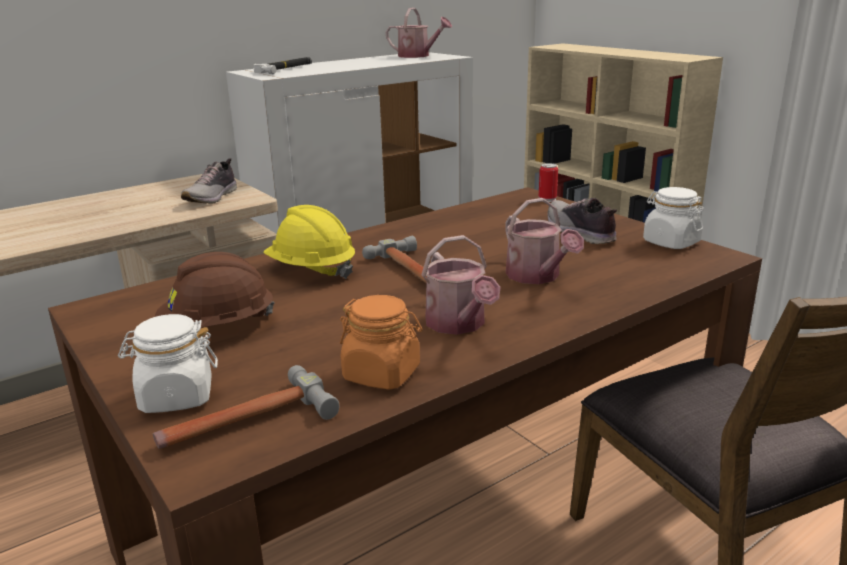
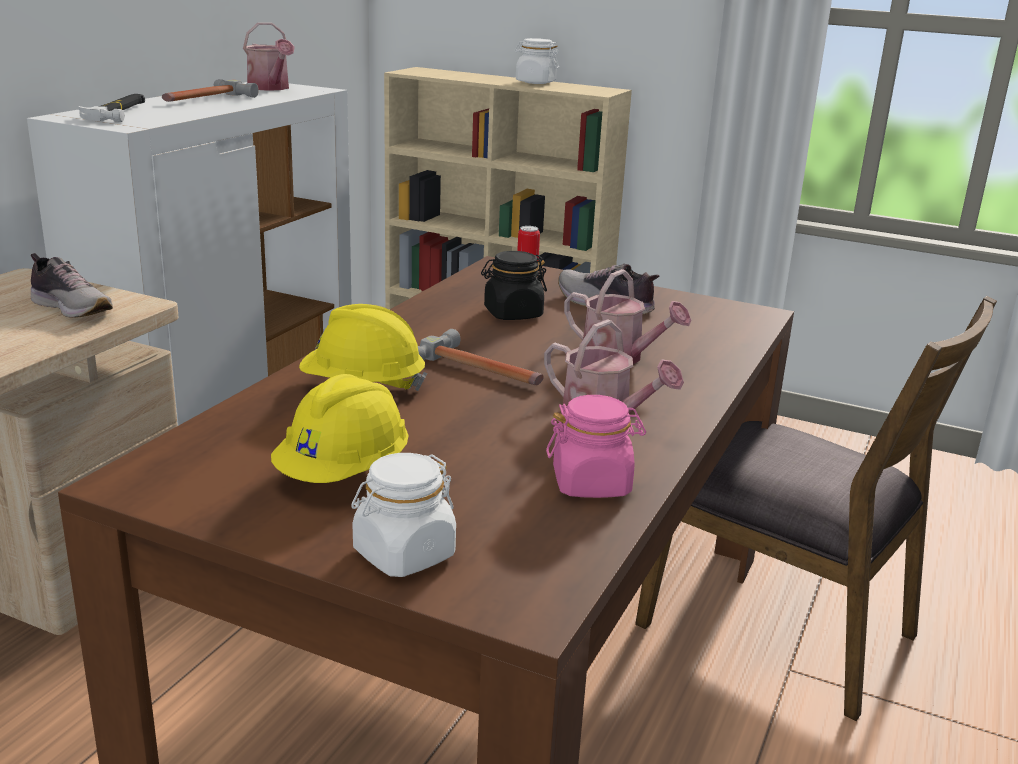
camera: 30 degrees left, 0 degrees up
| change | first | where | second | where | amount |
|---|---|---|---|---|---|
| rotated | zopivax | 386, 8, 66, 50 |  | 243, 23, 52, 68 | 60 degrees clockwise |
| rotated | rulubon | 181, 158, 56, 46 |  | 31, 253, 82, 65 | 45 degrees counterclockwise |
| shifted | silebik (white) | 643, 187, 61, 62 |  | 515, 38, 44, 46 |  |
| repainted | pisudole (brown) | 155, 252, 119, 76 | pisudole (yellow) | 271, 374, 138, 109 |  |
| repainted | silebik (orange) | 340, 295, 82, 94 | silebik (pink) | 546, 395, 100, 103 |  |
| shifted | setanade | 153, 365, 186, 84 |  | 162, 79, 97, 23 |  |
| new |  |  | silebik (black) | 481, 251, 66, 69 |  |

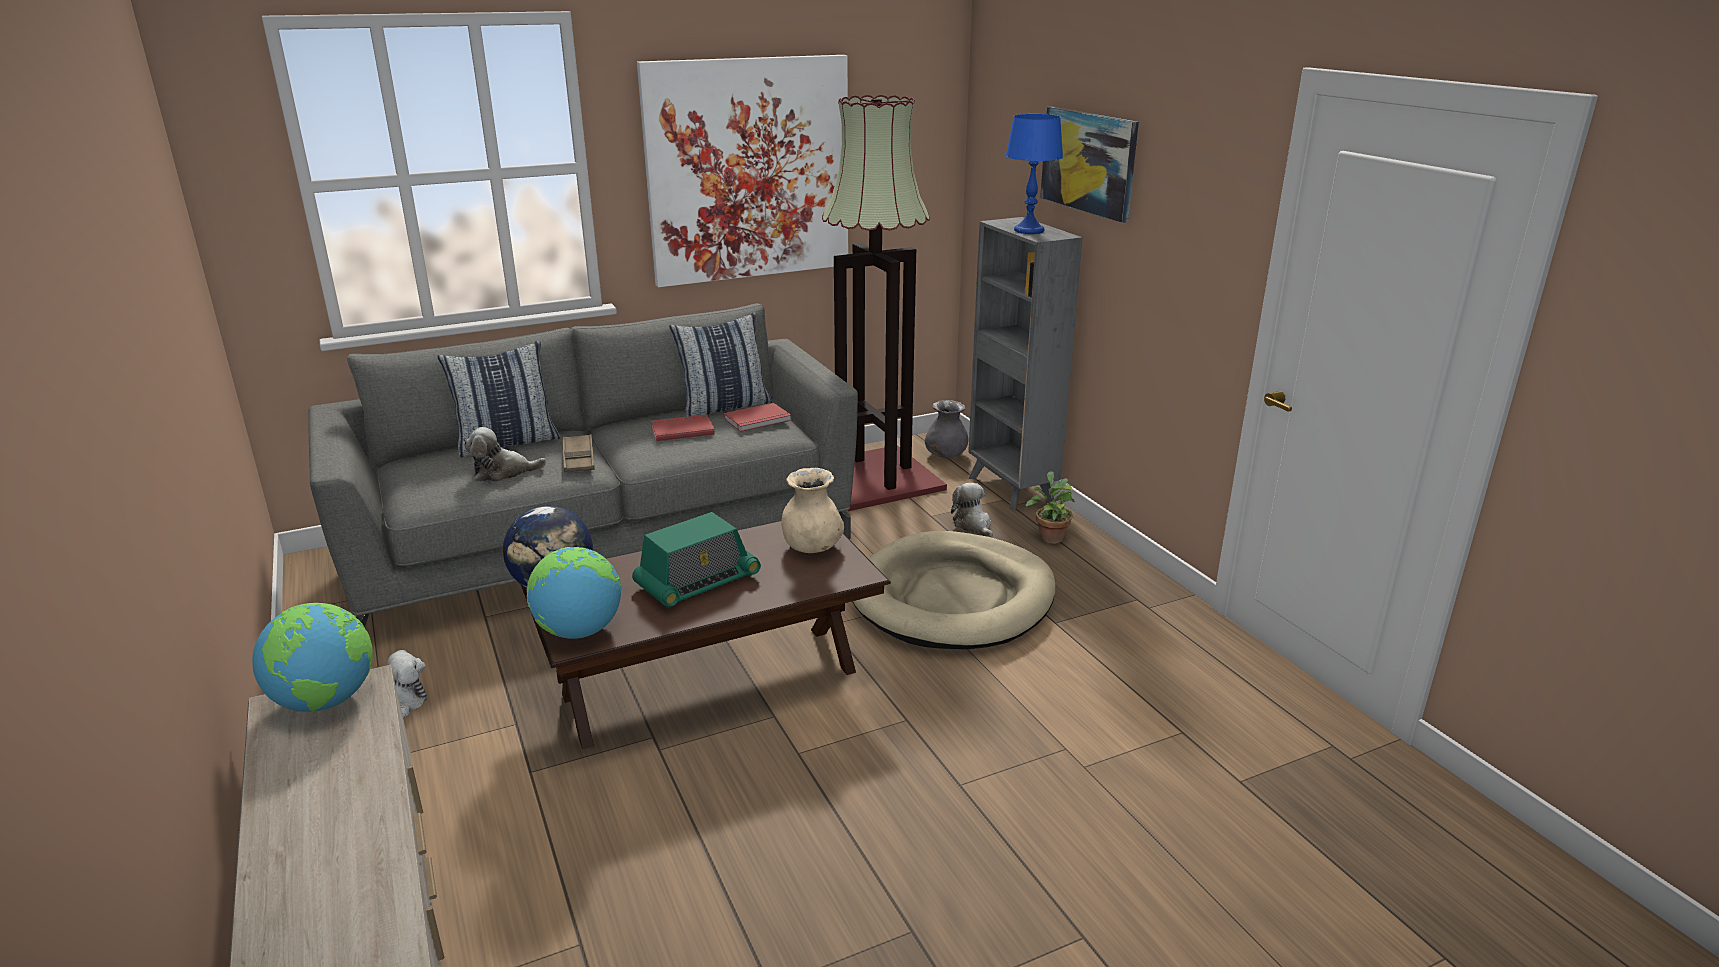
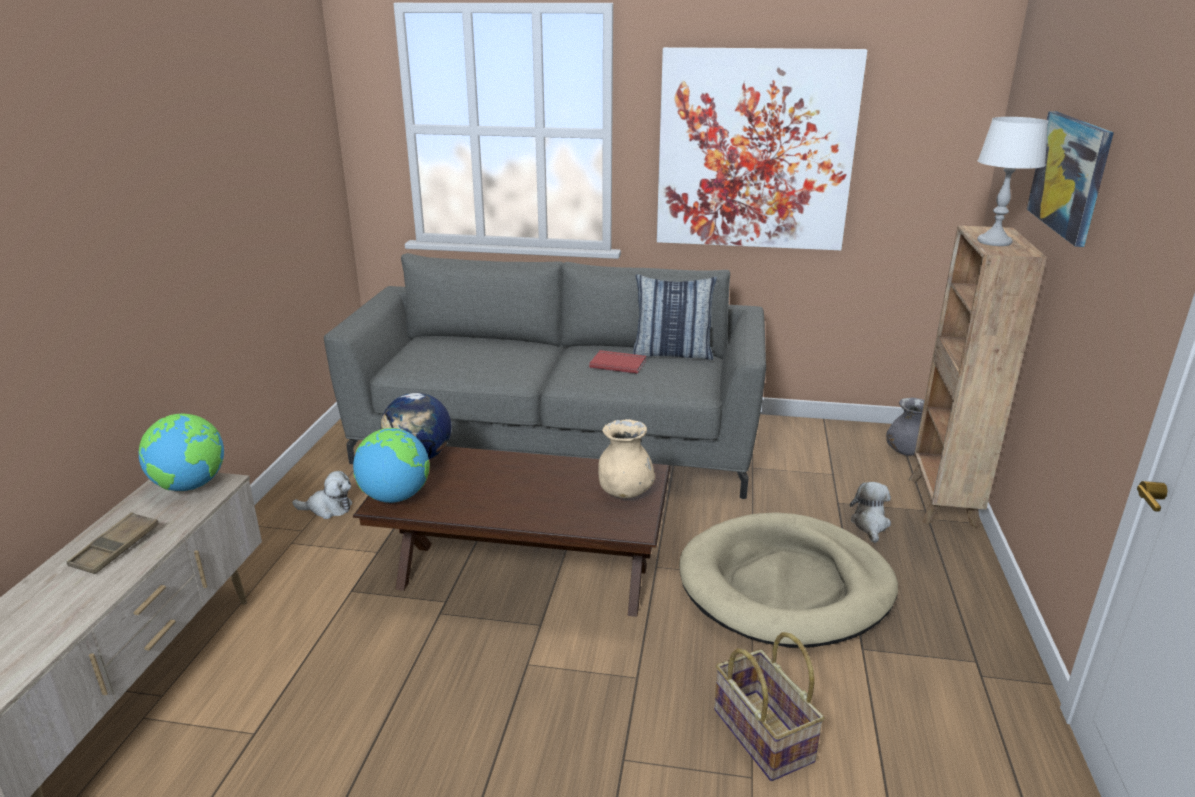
camera: 35 degrees right, 0 degrees up
| change | first | where | second | where | amount |
|---|---|---|---|---|---|
| gone | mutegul | 822, 95, 125, 416 |  |  |  |
| repainted | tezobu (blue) | 1005, 114, 58, 120 | tezobu (white) | 977, 117, 71, 129 |  |
| repainted | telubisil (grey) | 968, 217, 115, 293 | telubisil (brown) | 909, 226, 138, 303 |  |
| gone | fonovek | 437, 341, 123, 117 |  |  |  |
| gone | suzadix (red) | 723, 403, 68, 29 |  |  |  |
| gone | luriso | 464, 427, 82, 55 |  |  |  |
| shifted | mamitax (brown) | 563, 434, 32, 38 |  | 67, 512, 92, 62 |  |
| gone | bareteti | 1026, 471, 49, 73 |  |  |  |
| gone | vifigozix | 632, 512, 129, 96 |  |  |  |
| new |  |  | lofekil | 714, 632, 111, 149 |  |

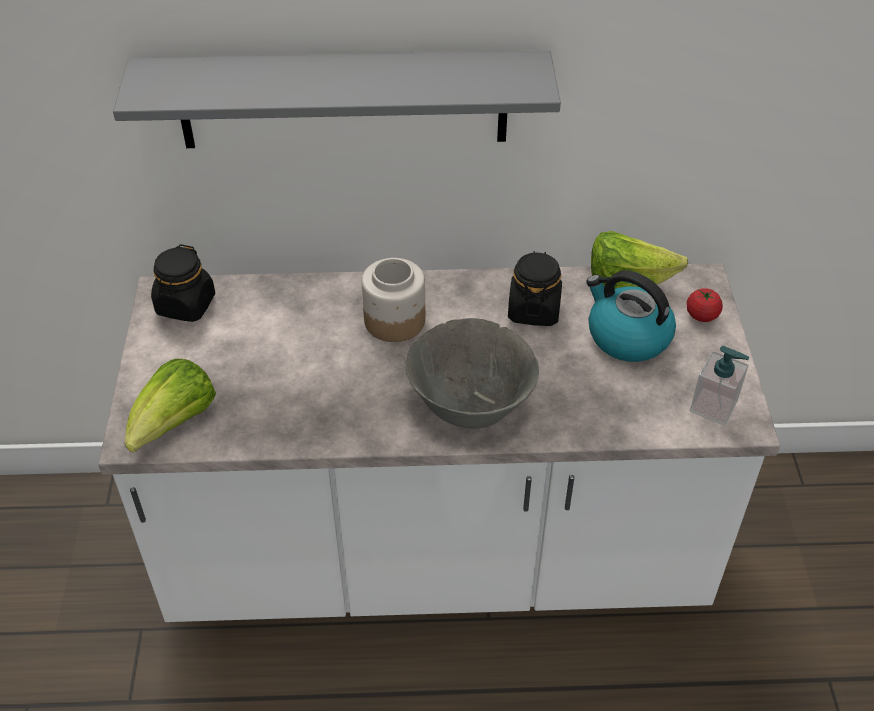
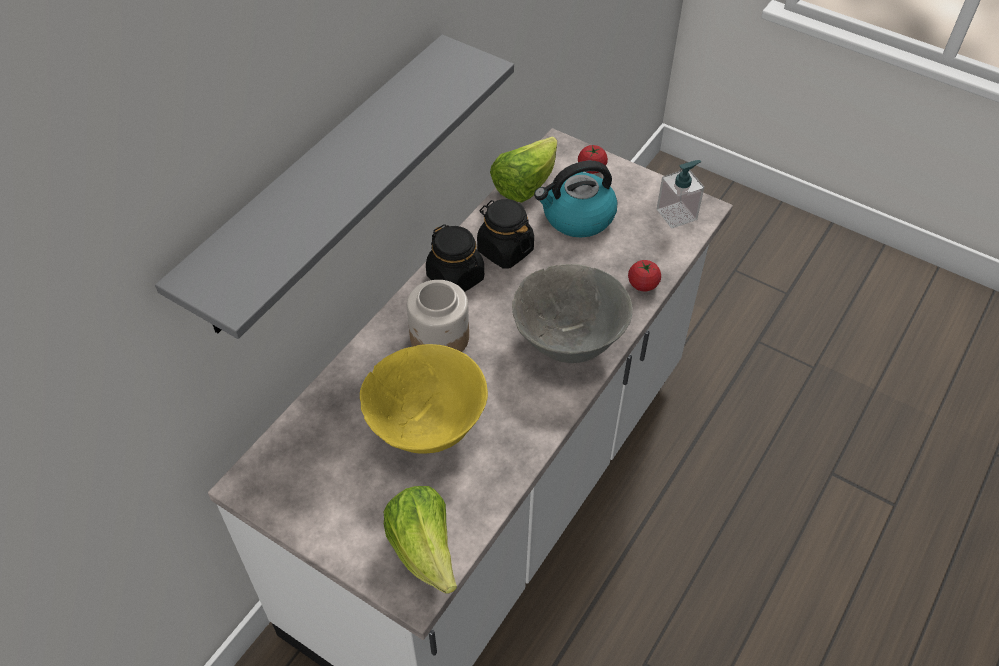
camera: 55 degrees left, 5 degrees up
| change | first | where | second | where | amount |
|---|---|---|---|---|---|
| shifted | silebik (black) | 151, 244, 64, 78 |  | 426, 224, 58, 68 |  |
| new |  |  | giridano | 628, 260, 33, 31 |  |
| new |  |  | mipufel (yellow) | 360, 344, 128, 109 |  |

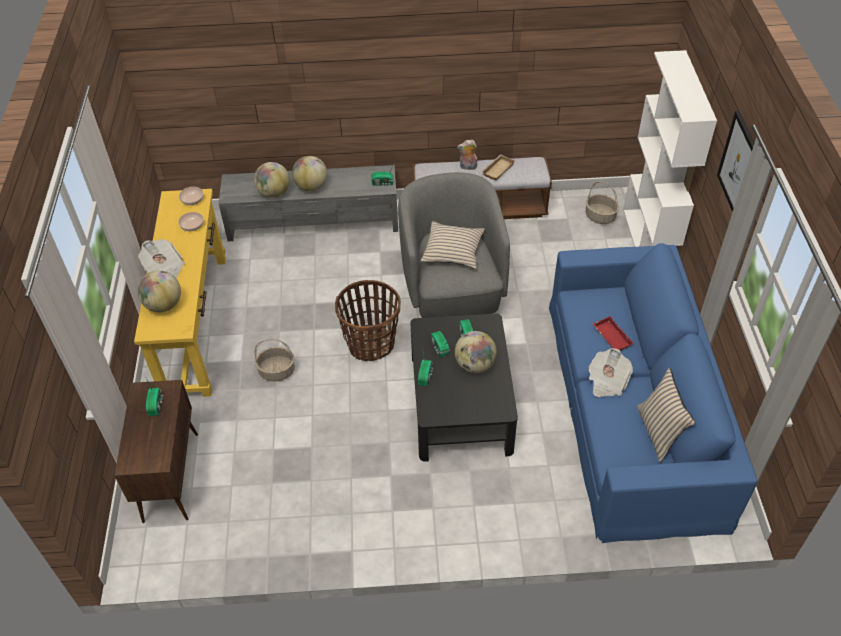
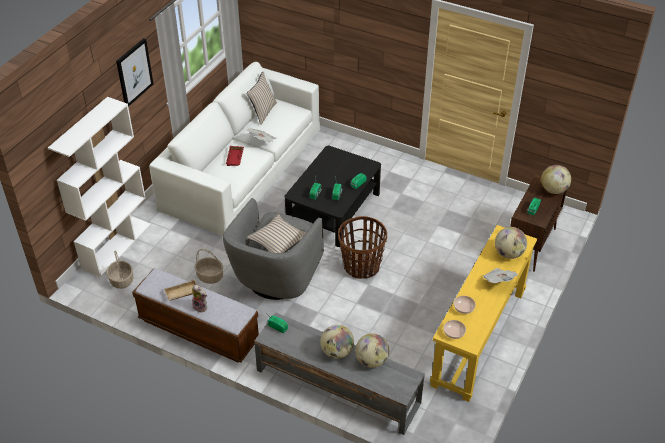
camera: 150 degrees left, 5 degrees down
| change | first | where | second | where | amount |
|---|---|---|---|---|---|
| repainted | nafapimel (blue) | 549, 243, 208, 300 | nafapimel (white) | 149, 62, 171, 174 |  |
| shifted | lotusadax | 455, 331, 42, 42 |  | 541, 165, 30, 29 |  |
| shifted | lofekil | 254, 339, 41, 42 |  | 195, 249, 28, 35 |  |

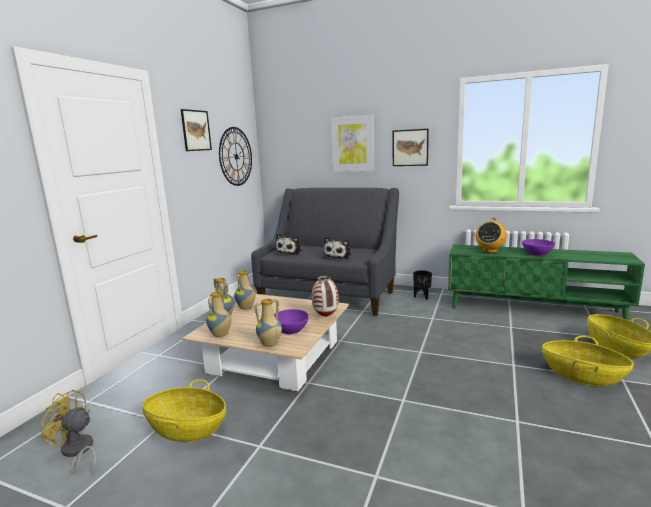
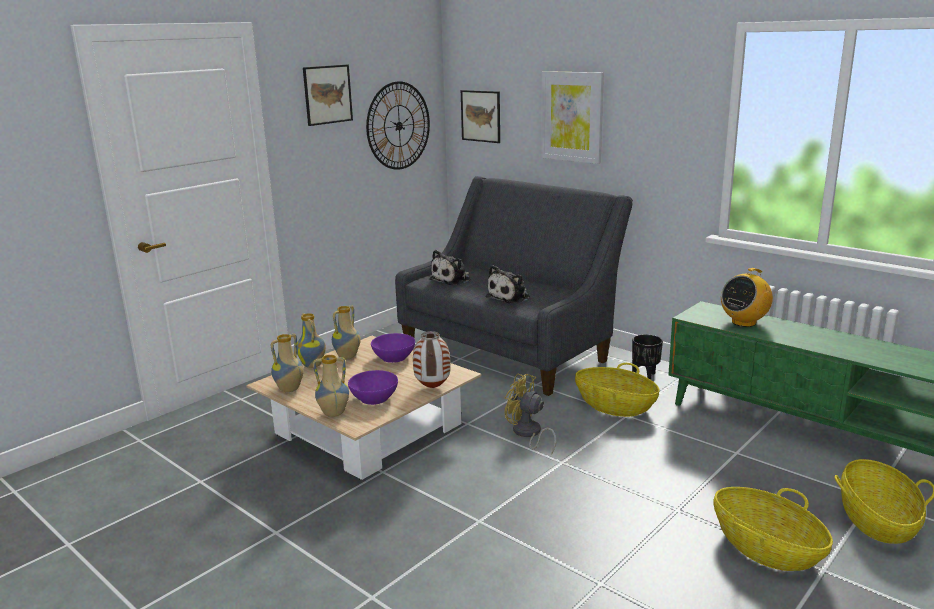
camera: 20 degrees right, 5 degrees up
| change | first | where | second | where | amount |
|---|---|---|---|---|---|
| shifted | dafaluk | 393, 129, 36, 37 |  | 461, 90, 39, 53 |  |
| shifted | mipufel (purple) | 522, 239, 33, 17 |  | 371, 333, 44, 30 |  |
| shifted | lofekil | 143, 379, 83, 63 |  | 575, 363, 85, 54 |  |
| shifted | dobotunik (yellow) | 40, 390, 56, 85 |  | 505, 373, 51, 81 |  |

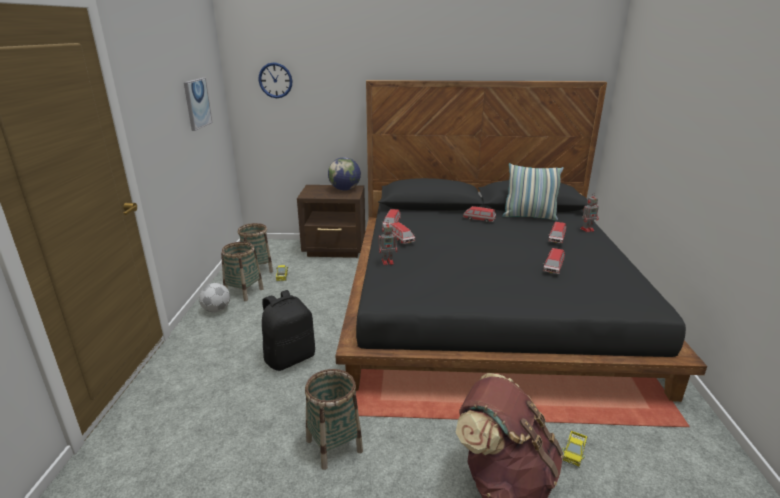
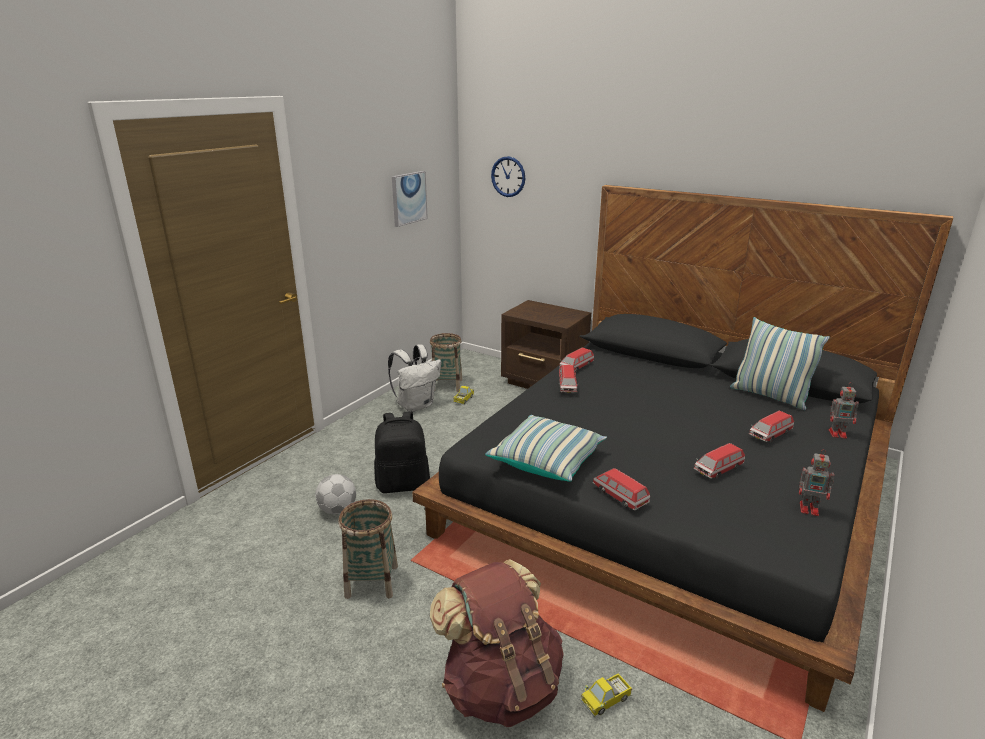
camera: 30 degrees right, 0 degrees up
| change | first | where | second | where | amount |
|---|---|---|---|---|---|
| gone | lotusadax | 328, 157, 33, 34 |  |  |  |
| shifted | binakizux | 463, 206, 33, 17 |  | 593, 468, 57, 43 |  |
| shifted | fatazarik | 379, 221, 19, 44 |  | 799, 449, 35, 67 |  |
| swapped | lofekil | 221, 242, 43, 59 | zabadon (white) | 388, 344, 53, 68 |  |
| shifted | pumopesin | 199, 283, 31, 30 |  | 315, 474, 41, 40 |  |
| new |  |  | fonovek | 485, 415, 122, 67 |  |

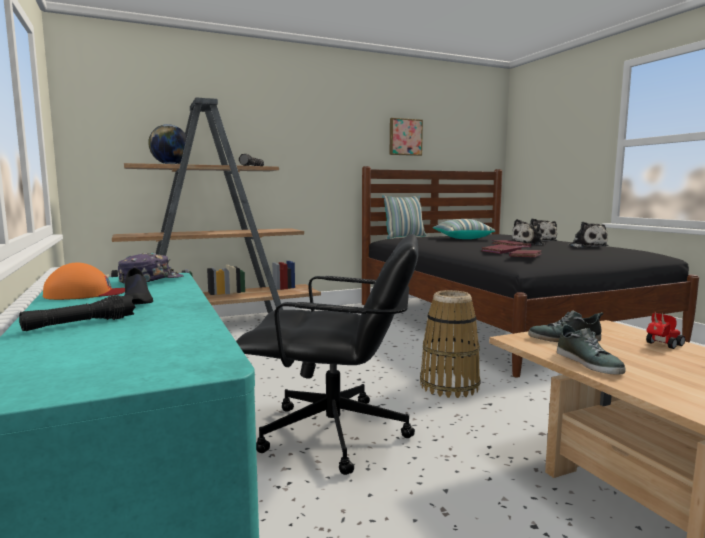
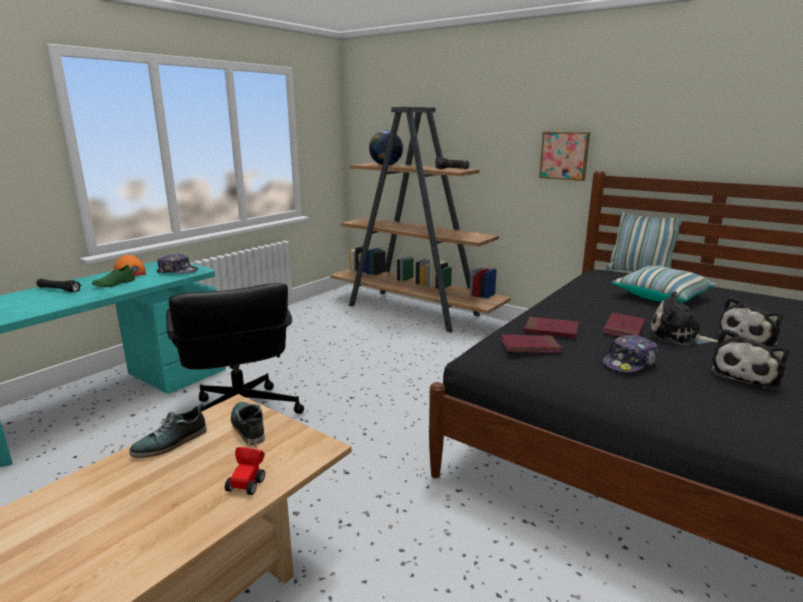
camera: 60 degrees right, 10 degrees up
| change | first | where | second | where | amount |
|---|---|---|---|---|---|
| shifted | dafaluk | 390, 118, 33, 38 |  | 539, 131, 51, 50 |  |
| repainted | rulubon (black) | 124, 268, 29, 37 | rulubon (green) | 92, 265, 43, 22 |  |
| gone | lofekil | 420, 290, 61, 108 |  |  |  |
| rotated | binakizux | 646, 312, 39, 37 |  | 225, 436, 40, 59 | 75 degrees clockwise |
| new |  |  | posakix | 603, 334, 55, 39 |  |

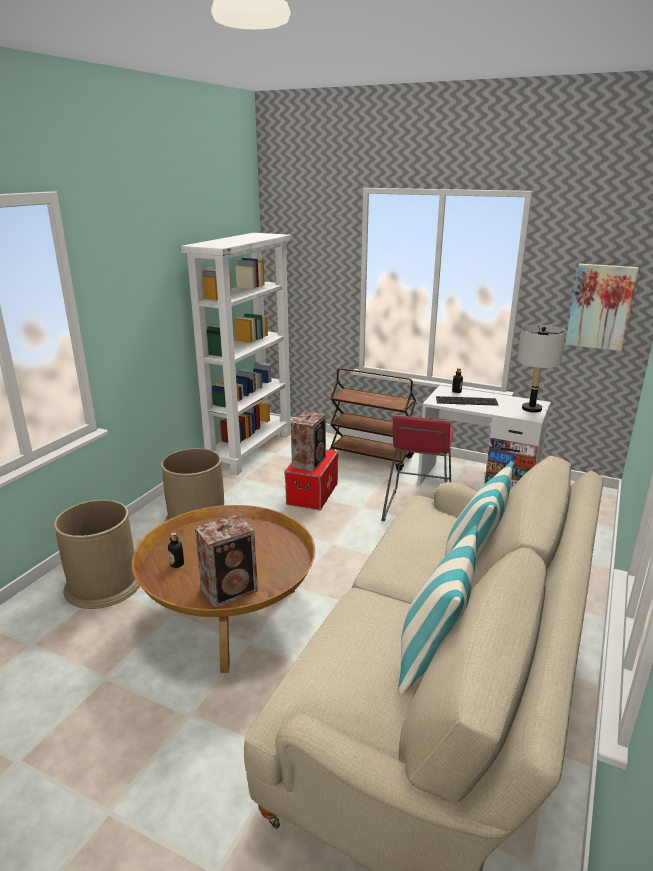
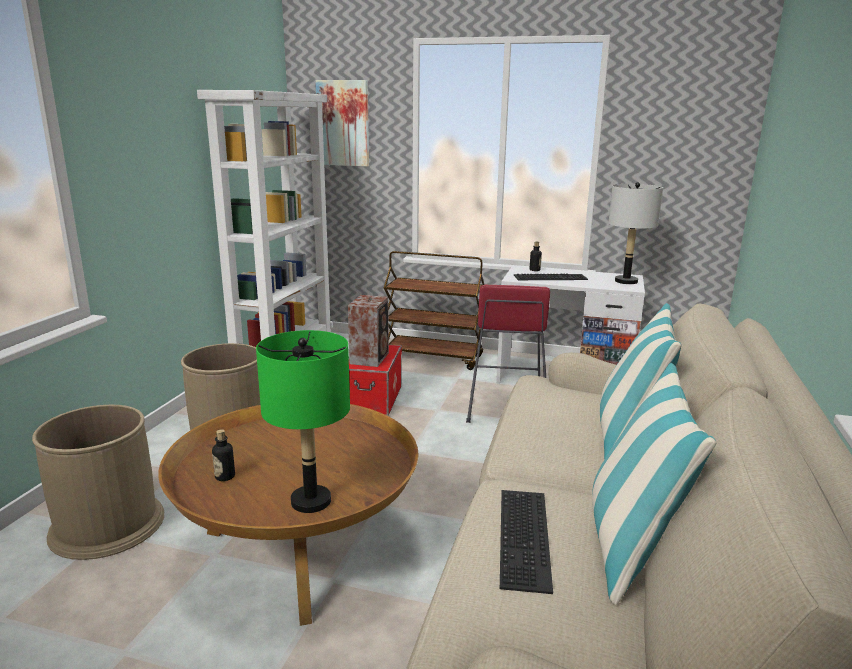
camera: 10 degrees left, 5 degrees down
| change | first | where | second | where | amount |
|---|---|---|---|---|---|
| shifted | dafaluk | 565, 264, 74, 87 |  | 315, 80, 54, 87 |  |
| swapped | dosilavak | 195, 514, 63, 94 | tezobu (green) | 256, 330, 94, 183 |  |
| new |  |  | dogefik | 500, 490, 53, 104 |  |

